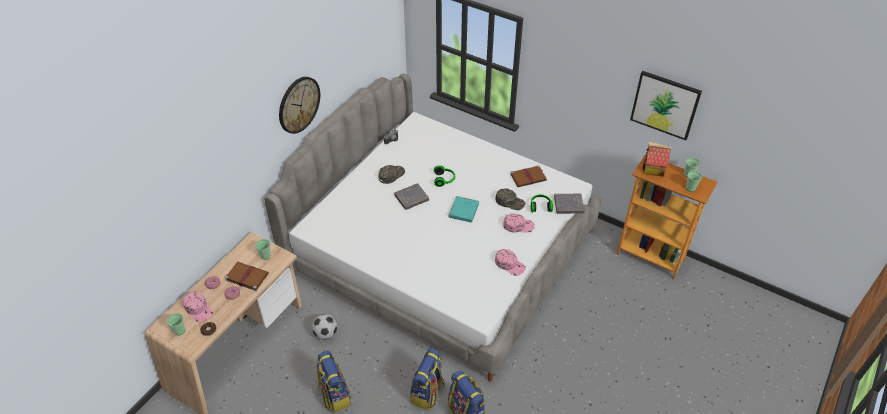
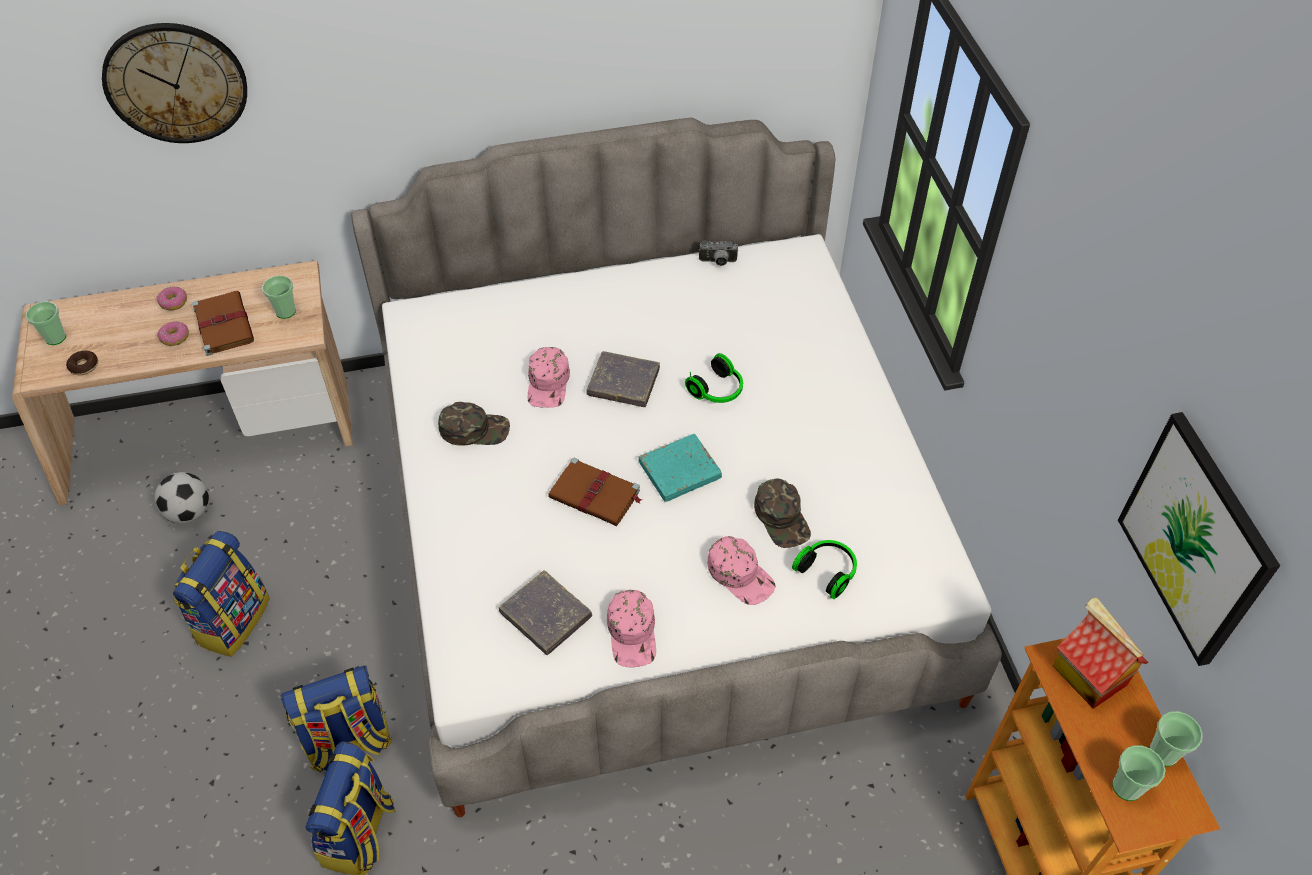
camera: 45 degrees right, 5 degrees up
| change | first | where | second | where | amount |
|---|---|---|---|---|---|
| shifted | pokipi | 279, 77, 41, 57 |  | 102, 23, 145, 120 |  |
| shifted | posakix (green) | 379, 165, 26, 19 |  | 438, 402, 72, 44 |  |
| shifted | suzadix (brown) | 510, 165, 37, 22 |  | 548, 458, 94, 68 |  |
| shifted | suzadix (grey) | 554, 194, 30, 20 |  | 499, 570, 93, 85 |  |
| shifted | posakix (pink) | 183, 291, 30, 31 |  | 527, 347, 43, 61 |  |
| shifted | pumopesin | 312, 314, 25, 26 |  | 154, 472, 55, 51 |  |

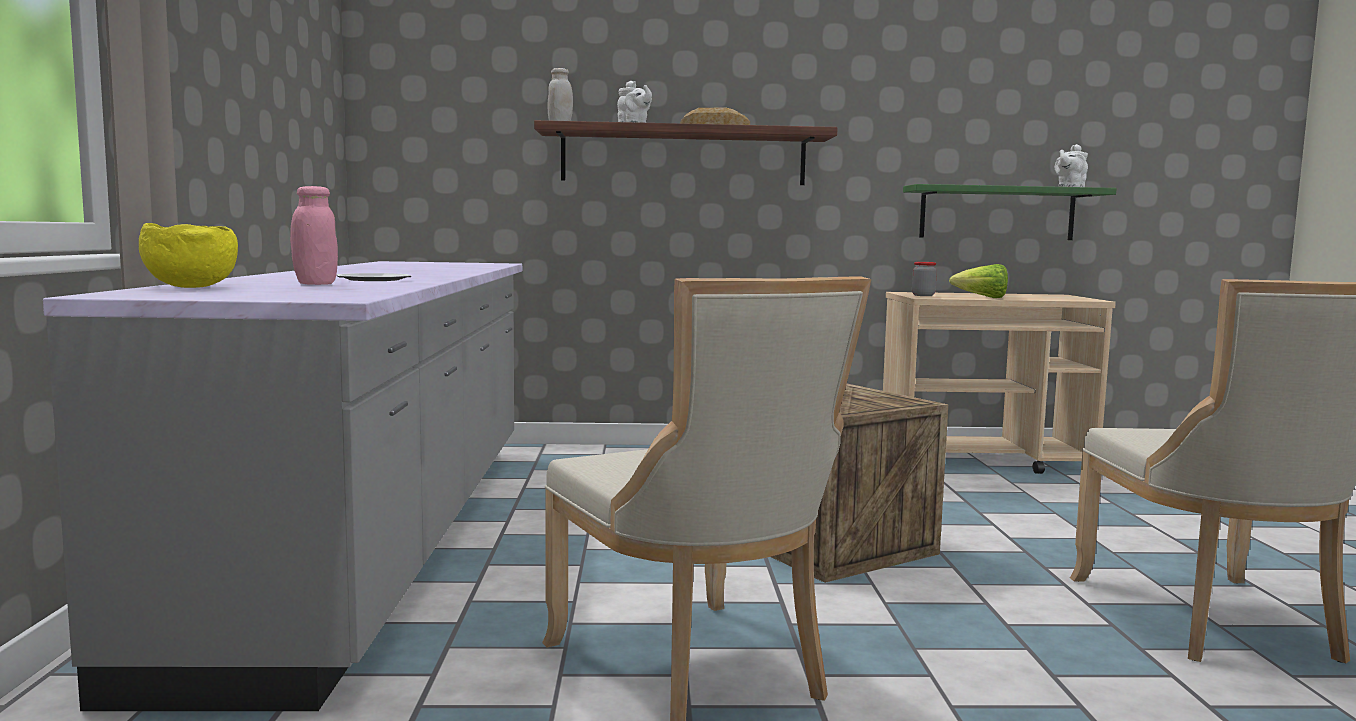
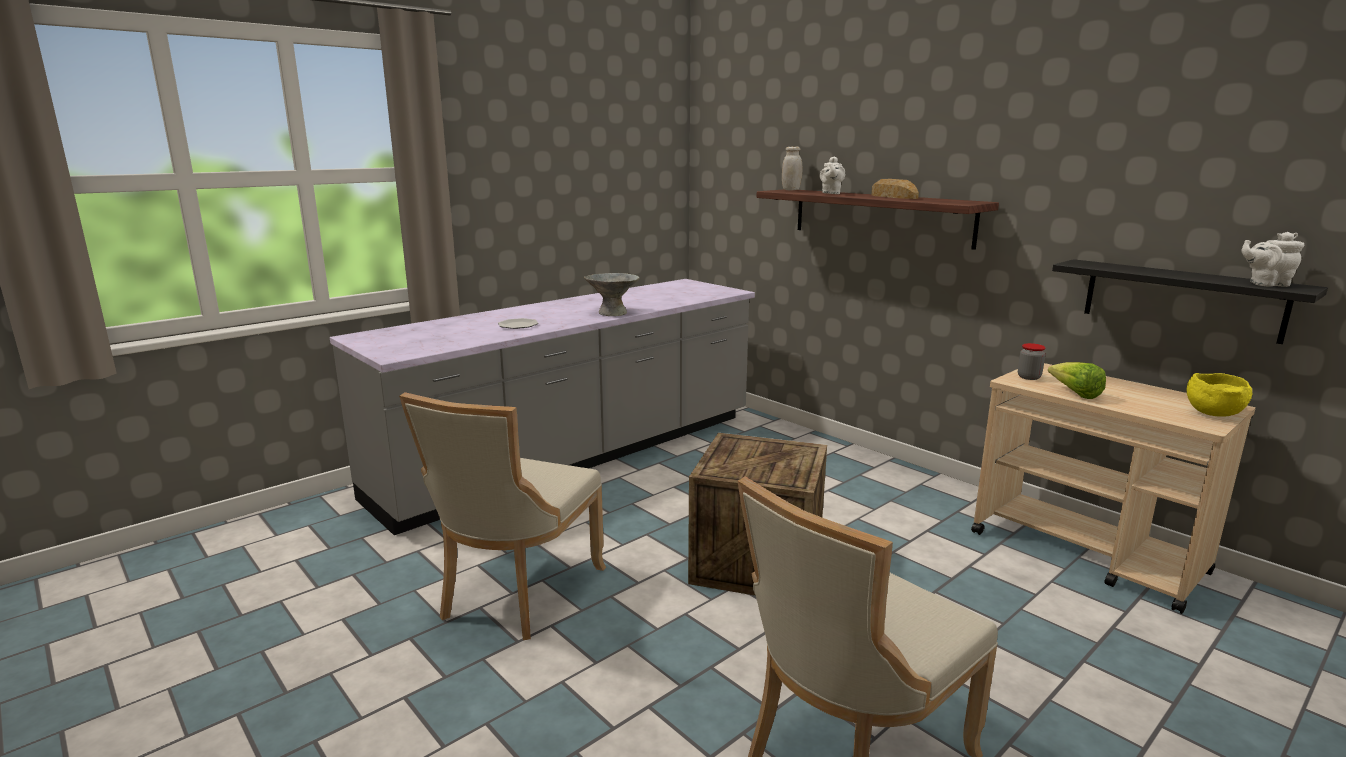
camera: 50 degrees right, 10 degrees up
| change | first | where | second | where | amount |
|---|---|---|---|---|---|
| repainted | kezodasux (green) | 903, 184, 214, 56 | kezodasux (black) | 1052, 259, 276, 85 |  |
| gone | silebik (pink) | 290, 186, 48, 99 |  |  |  |
| shifted | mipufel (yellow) | 139, 223, 99, 65 |  | 1187, 373, 65, 44 |  |
| new |  |  | mipufel (grey) | 584, 273, 55, 43 |  |

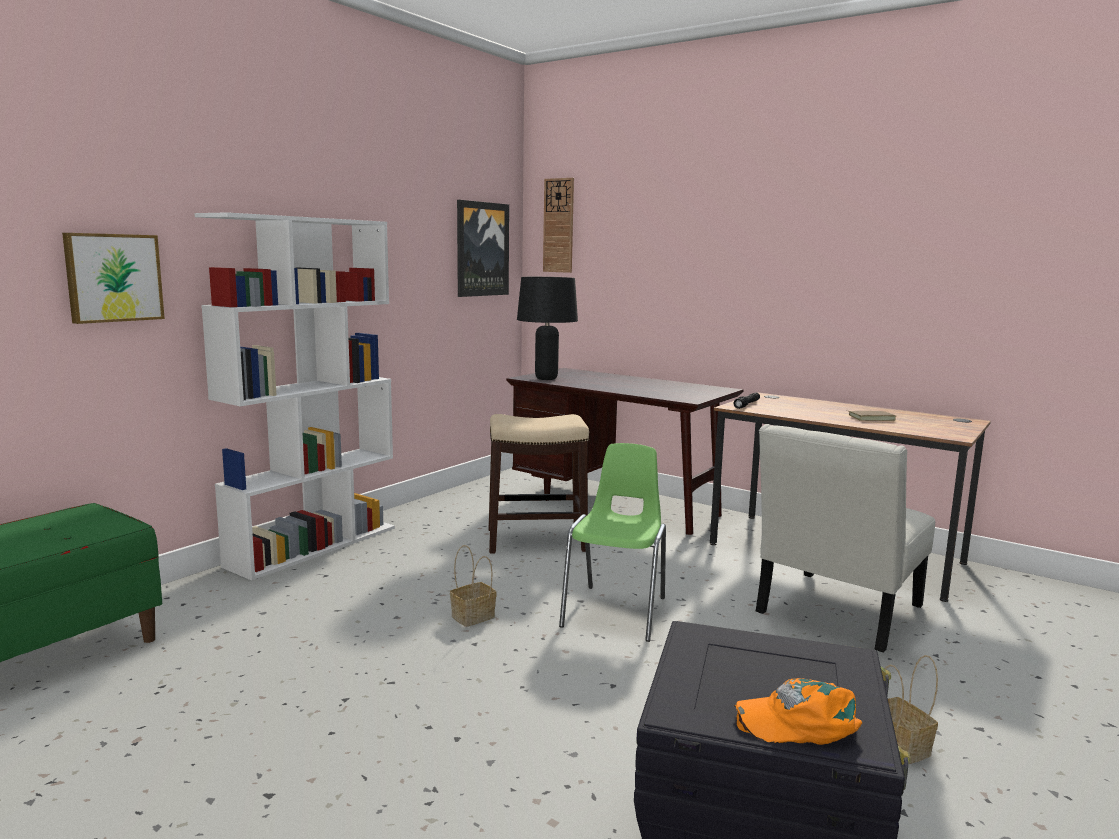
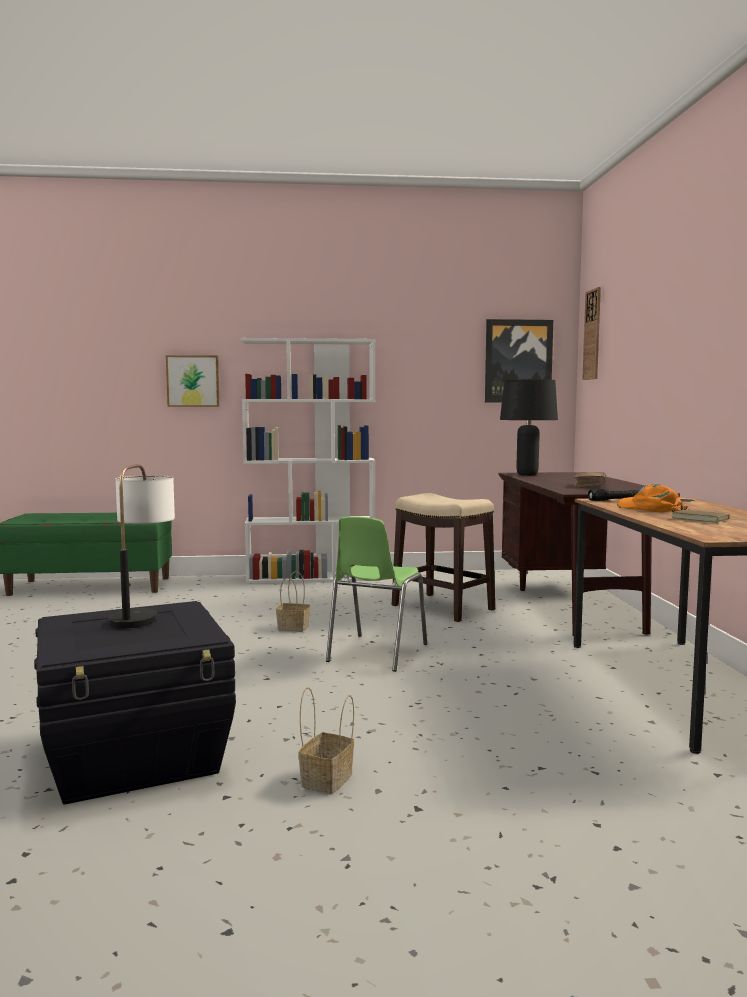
camera: 50 degrees right, 5 degrees down
| change | first | where | second | where | amount |
|---|---|---|---|---|---|
| gone | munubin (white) | 756, 424, 179, 229 |  |  |  |
| rotated | munubin (green) | 559, 443, 107, 199 |  | 326, 516, 101, 156 | 135 degrees clockwise |
| shifted | posakix (orange) | 734, 678, 128, 67 |  | 617, 484, 71, 28 |  |
| new |  |  | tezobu | 108, 464, 67, 164 |  |
| new |  |  | suzadix (brown) | 574, 472, 32, 16 |  |

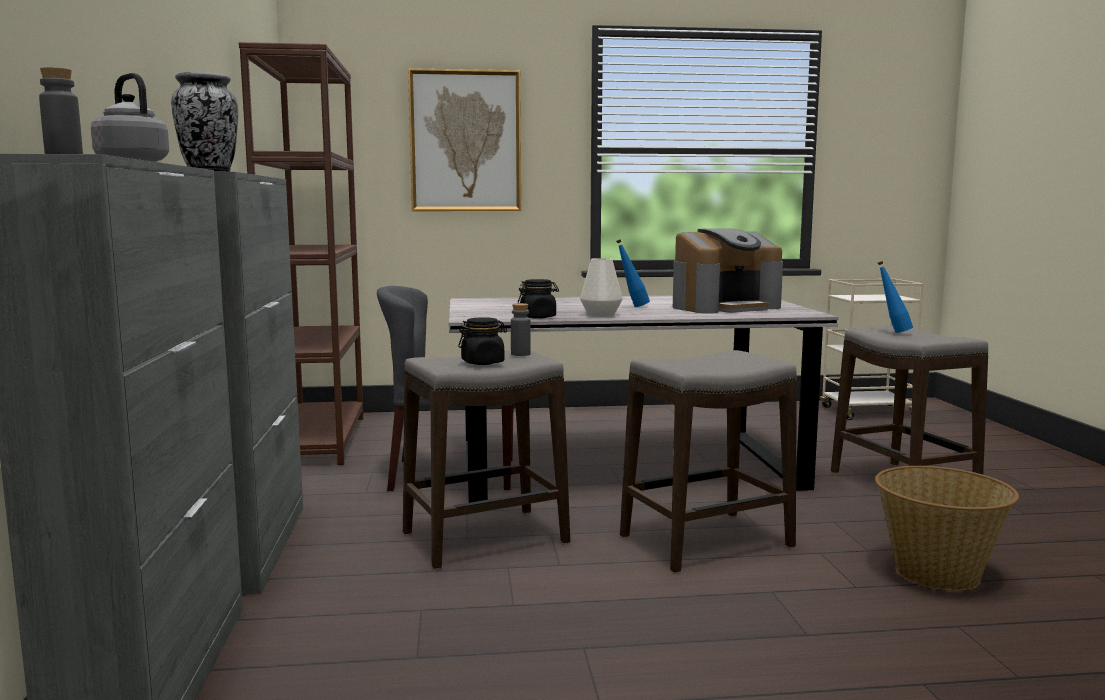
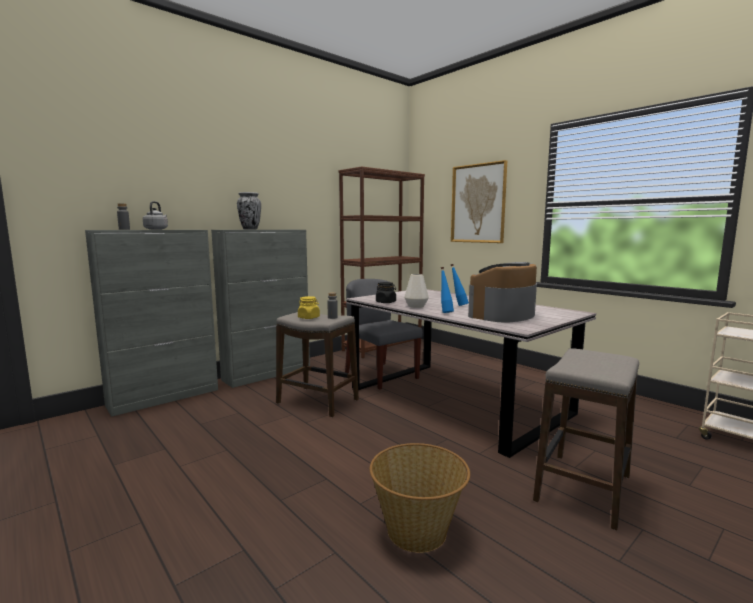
camera: 55 degrees right, 0 degrees up
| change | first | where | second | where | amount |
|---|---|---|---|---|---|
| rotated | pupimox | 673, 228, 110, 86 |  | 468, 262, 69, 60 | 105 degrees clockwise |
| shifted | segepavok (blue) | 878, 261, 35, 72 |  | 441, 267, 13, 46 |  |
| repainted | silebik (black) | 458, 317, 49, 48 | silebik (yellow) | 298, 296, 22, 23 |  |
| gone | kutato | 620, 350, 177, 223 |  |  |  |

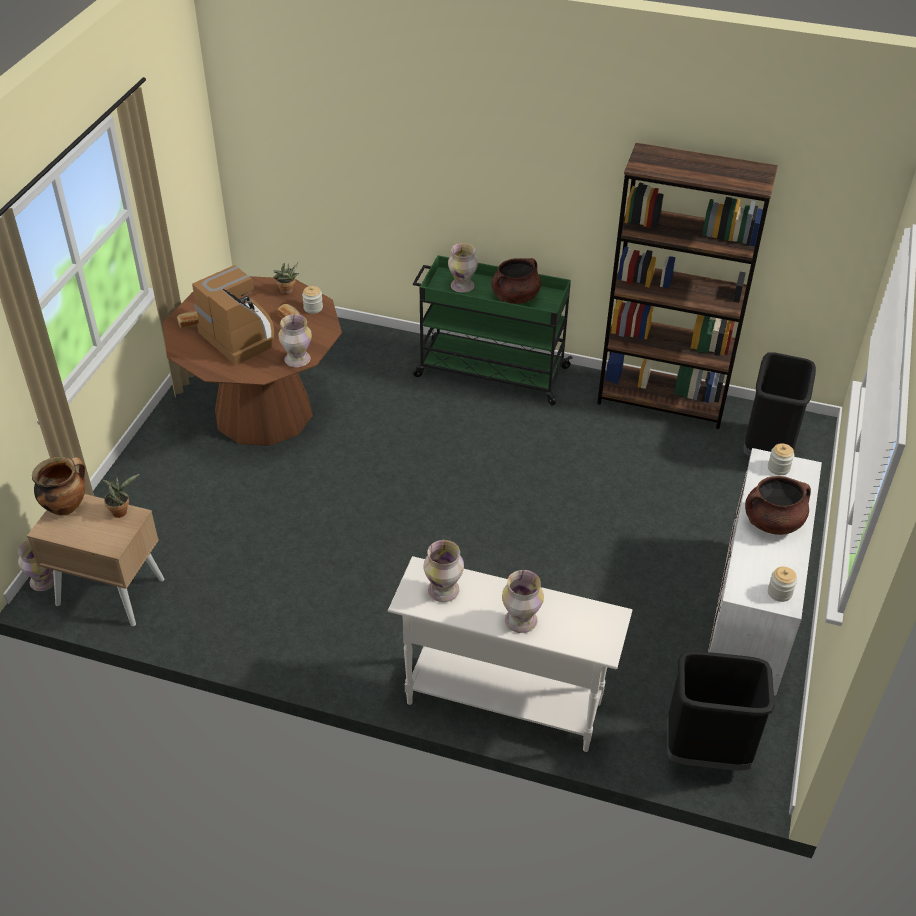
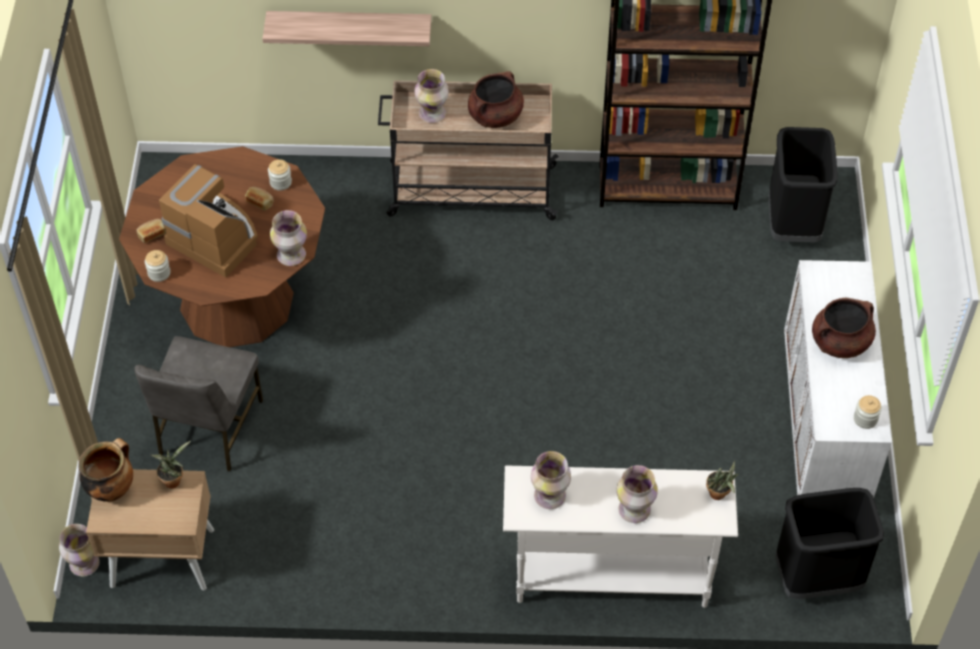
camera: 15 degrees left, 10 degrees up
| change | first | where | second | where | amount |
|---|---|---|---|---|---|
| repainted | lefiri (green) | 413, 255, 160, 151 | lefiri (beige) | 378, 80, 181, 140 |  |
| shifted | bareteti | 273, 262, 26, 33 |  | 706, 461, 32, 39 |  |
| shifted | silebik | 768, 443, 26, 32 |  | 145, 250, 25, 32 |  |
| new |  |  | kezodasux | 262, 11, 170, 35 |  |
| new |  |  | munubin (grey) | 135, 336, 128, 136 |  |

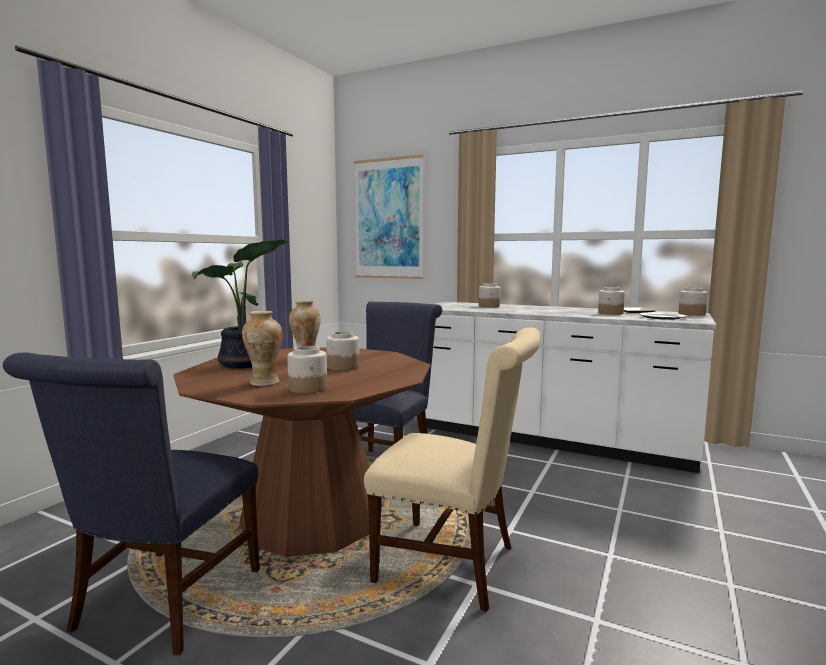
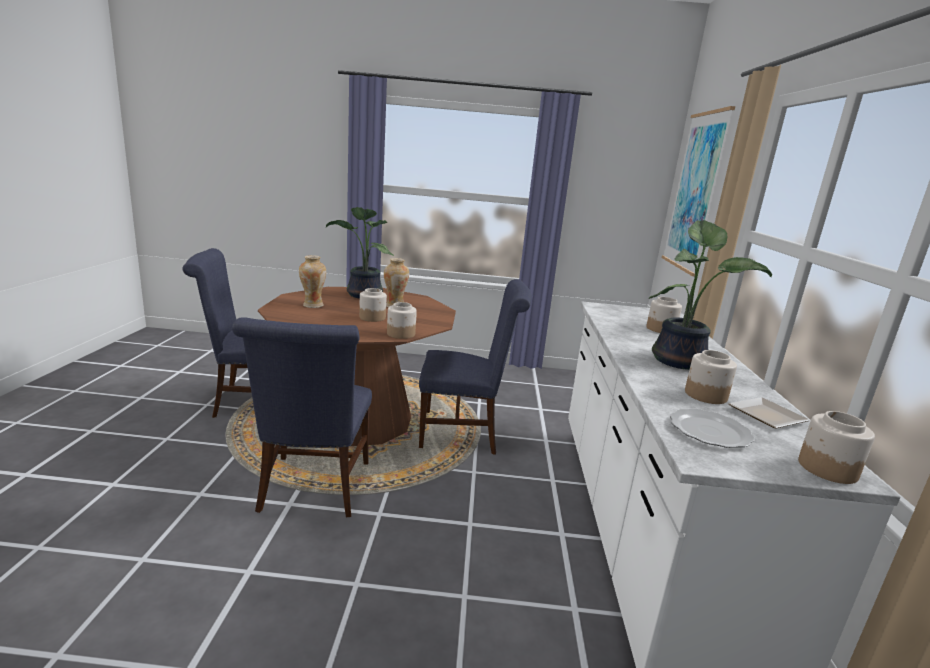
camera: 65 degrees right, 10 degrees up
| change | first | where | second | where | amount |
|---|---|---|---|---|---|
| repainted | munubin (beige) | 364, 327, 176, 285 | munubin (blue) | 232, 317, 140, 200 |  |
| shifted | silebik | 287, 346, 40, 48 |  | 387, 302, 30, 37 |  |
| new |  |  | bareteti | 648, 220, 124, 150 |  |

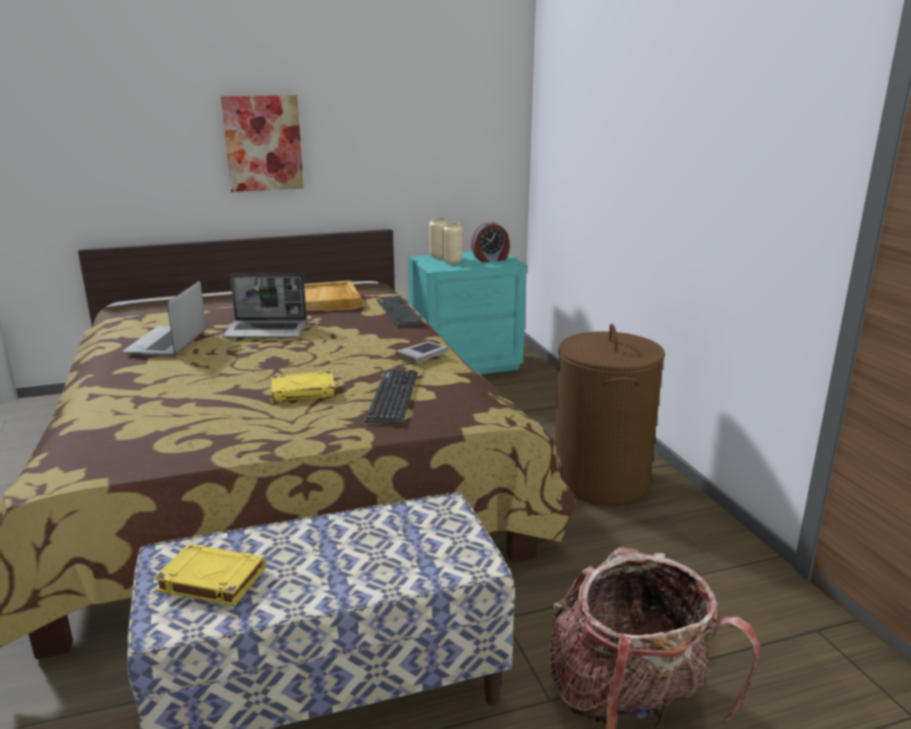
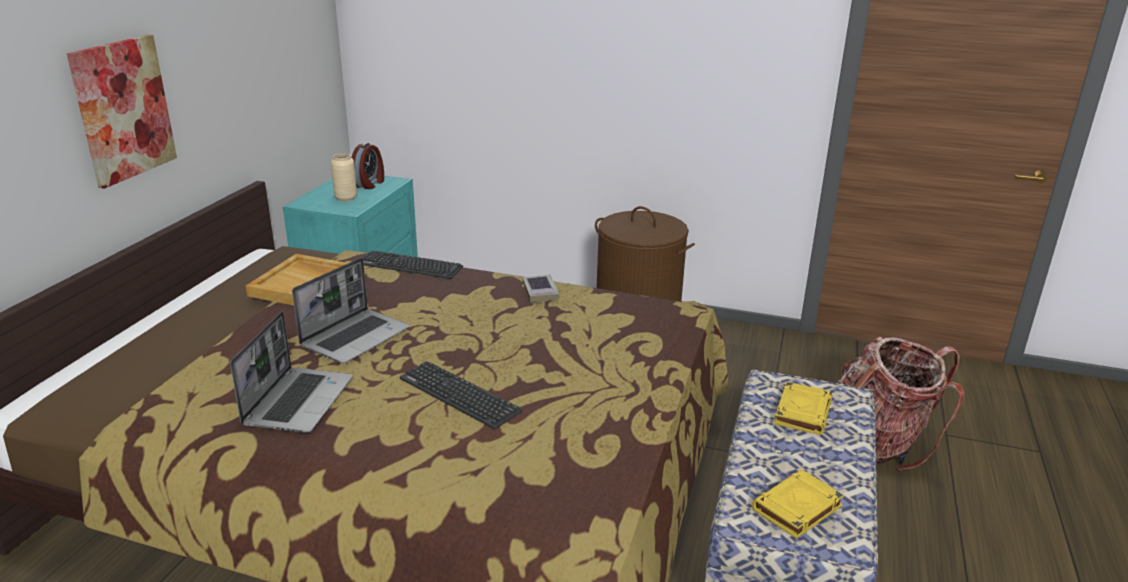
camera: 55 degrees left, 5 degrees up
| change | first | where | second | where | amount |
|---|---|---|---|---|---|
| gone | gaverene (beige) | 429, 218, 18, 40 |  |  |  |
| rotated | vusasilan | 122, 281, 84, 76 |  | 230, 312, 123, 121 | 120 degrees counterclockwise |
| shifted | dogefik | 364, 369, 54, 55 |  | 400, 361, 122, 68 |  |
| shifted | suzadix (yellow) | 272, 371, 64, 31 |  | 774, 382, 58, 53 |  |

